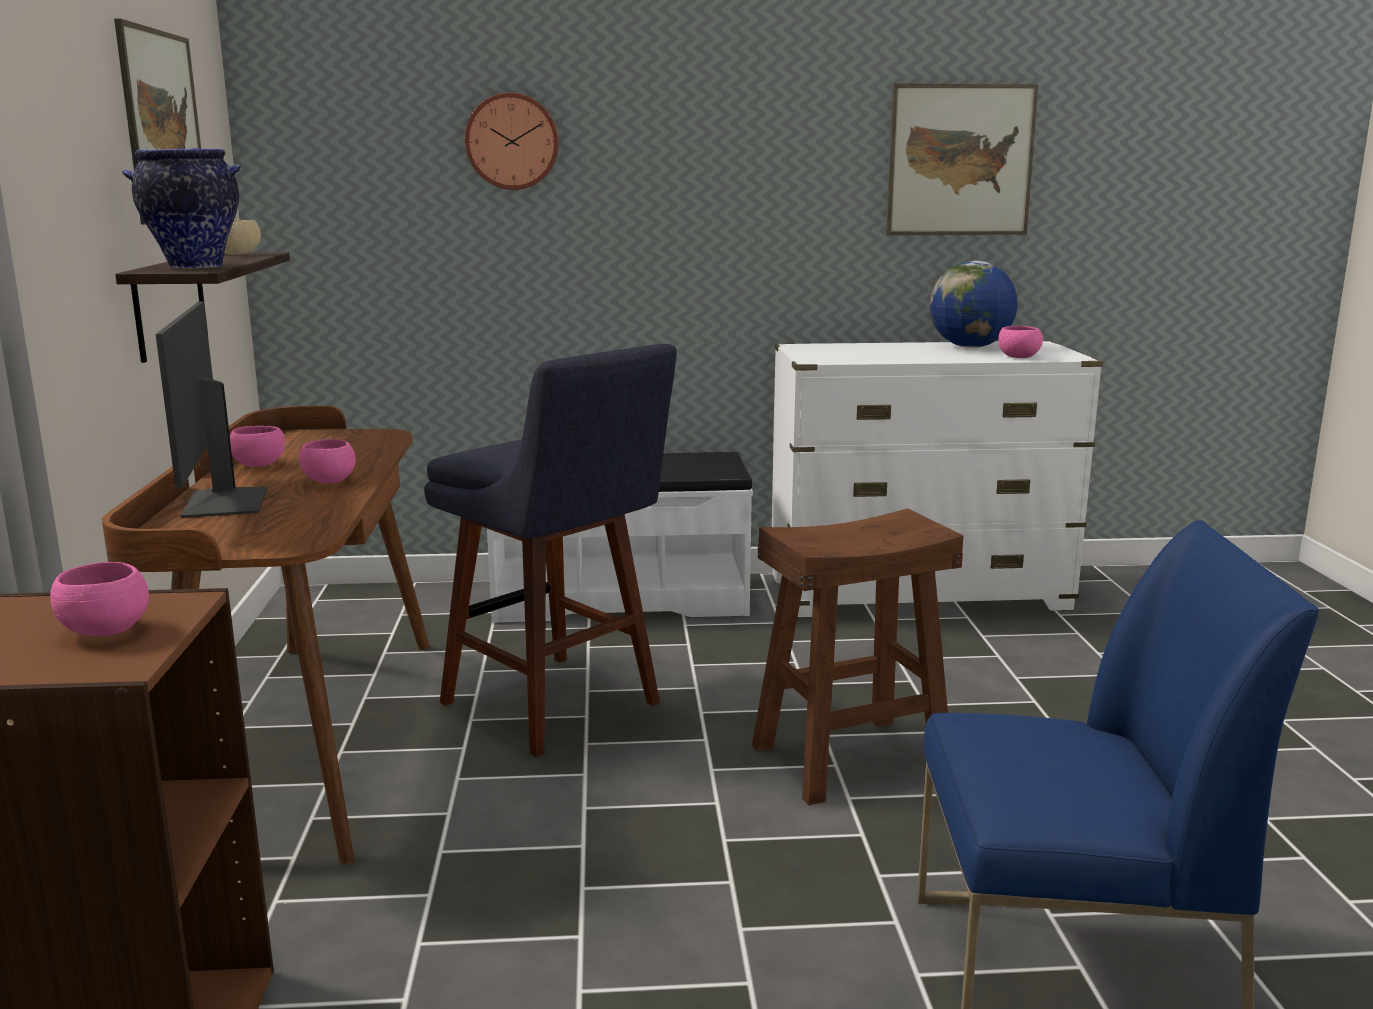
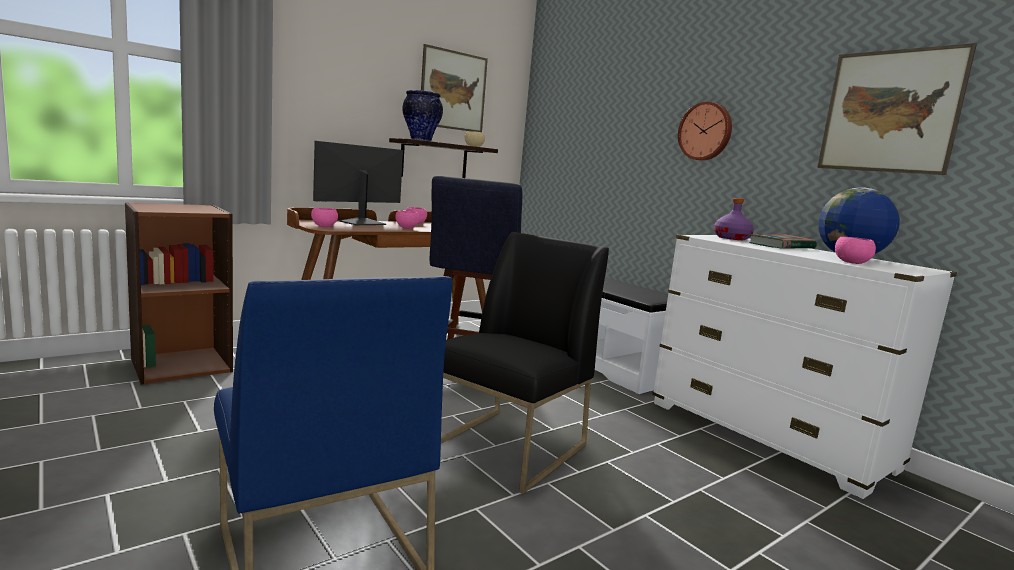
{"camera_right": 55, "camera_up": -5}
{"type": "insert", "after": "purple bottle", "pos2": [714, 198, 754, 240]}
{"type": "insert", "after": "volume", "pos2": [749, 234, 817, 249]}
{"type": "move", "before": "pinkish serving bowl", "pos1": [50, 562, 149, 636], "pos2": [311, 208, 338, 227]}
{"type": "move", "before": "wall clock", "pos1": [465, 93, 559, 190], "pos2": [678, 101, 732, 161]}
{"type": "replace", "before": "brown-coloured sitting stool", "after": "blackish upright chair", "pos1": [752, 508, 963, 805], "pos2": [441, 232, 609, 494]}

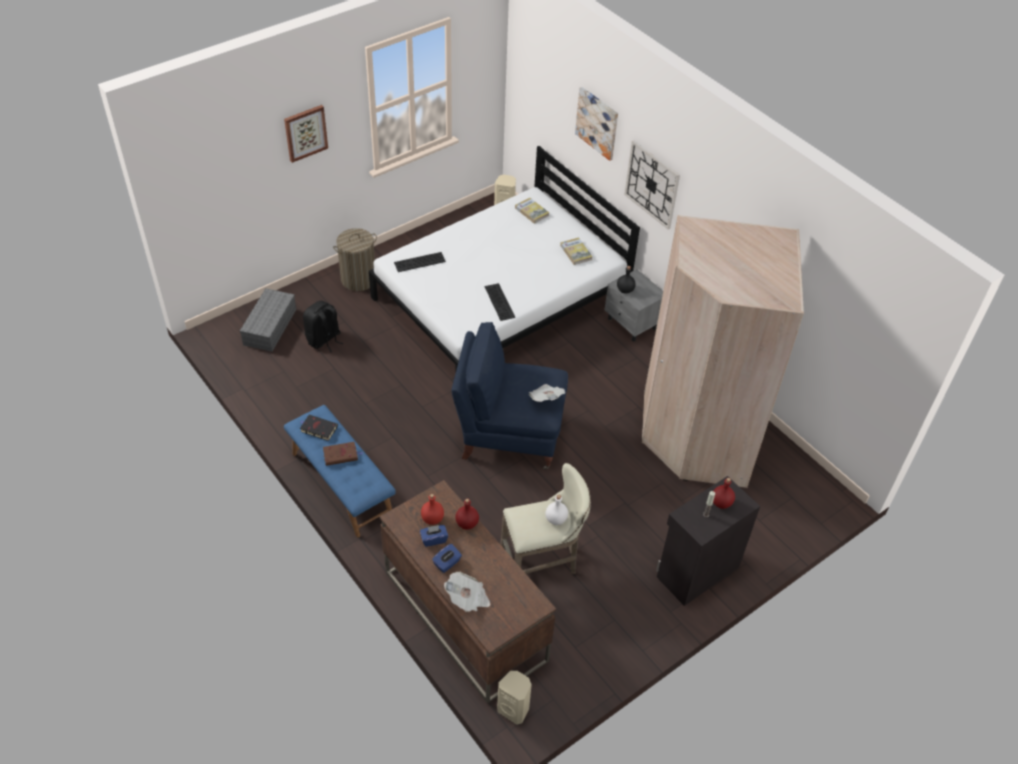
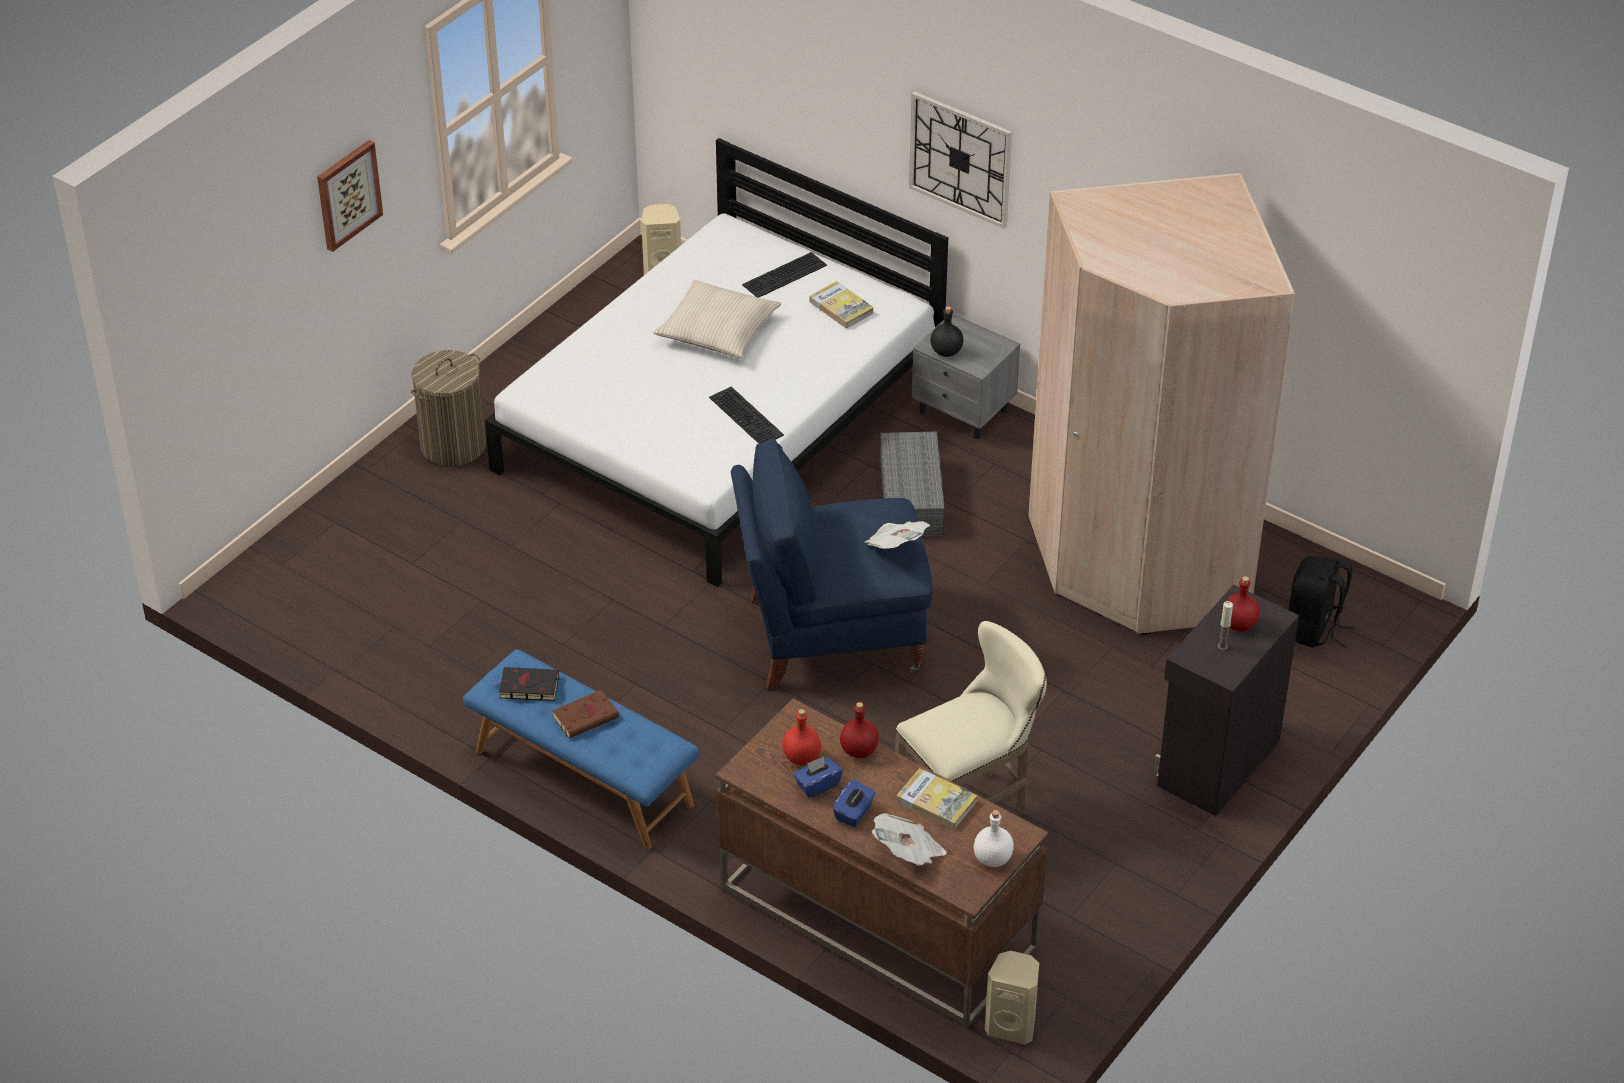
{"camera_right": -15, "camera_up": -5}
{"type": "delete", "before": "wall art", "pos1": [575, 87, 618, 161]}
{"type": "insert", "after": "beige cushion", "pos2": [653, 280, 781, 359]}
{"type": "move", "before": "greyish storage box", "pos1": [240, 288, 296, 352], "pos2": [880, 432, 945, 536]}
{"type": "move", "before": "blackish rucksack", "pos1": [303, 301, 343, 352], "pos2": [1288, 556, 1354, 648]}
{"type": "move", "before": "computer keyboard", "pos1": [394, 252, 446, 272], "pos2": [742, 252, 827, 298]}
{"type": "move", "before": "volume", "pos1": [515, 198, 549, 224], "pos2": [896, 768, 978, 829]}
{"type": "move", "before": "whitish bottle", "pos1": [545, 495, 568, 525], "pos2": [974, 810, 1014, 867]}

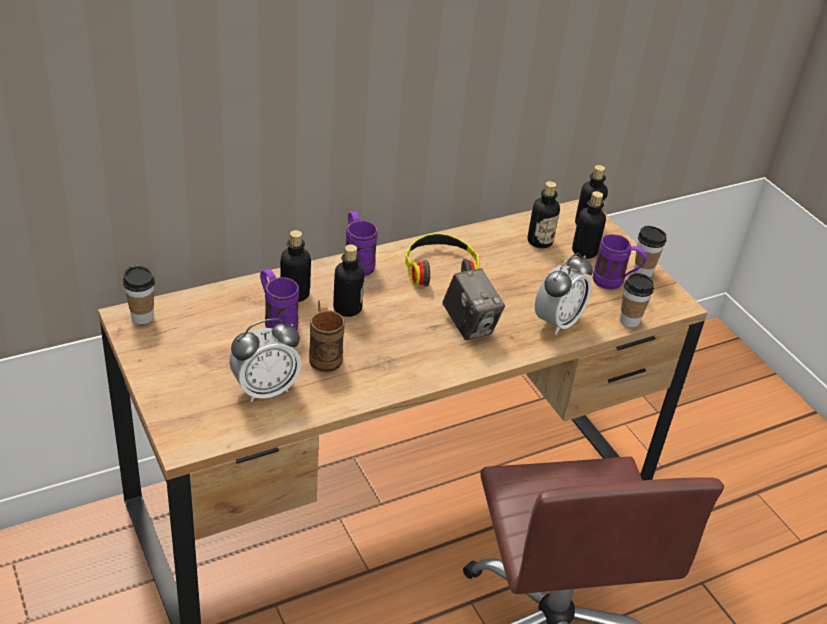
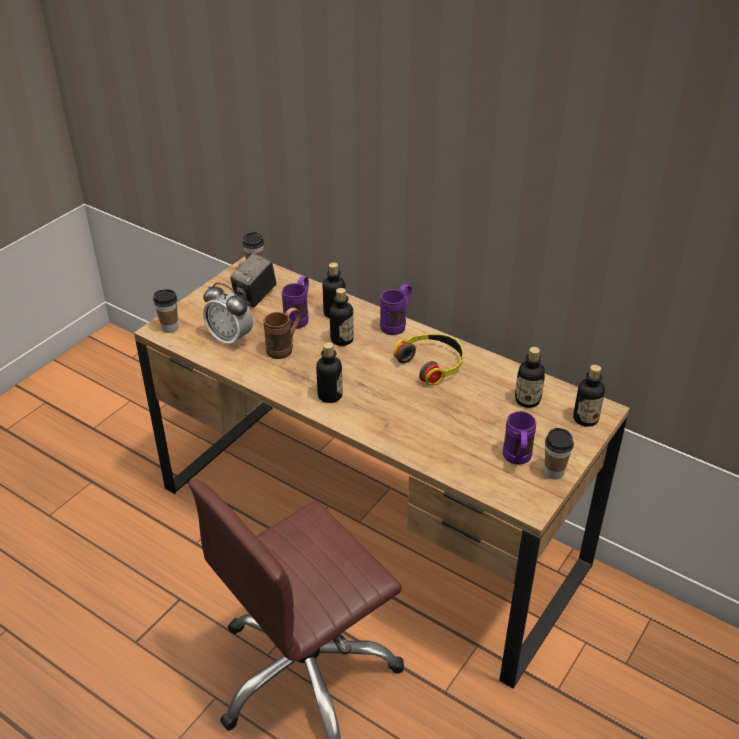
{"camera_right": 65, "camera_up": 0}
{"type": "delete", "before": "alarm clock", "pos1": [535, 253, 593, 335]}
{"type": "move", "before": "still camera", "pos1": [442, 268, 505, 340], "pos2": [230, 253, 276, 308]}
{"type": "move", "before": "bottle", "pos1": [572, 191, 606, 259], "pos2": [316, 342, 343, 403]}
{"type": "move", "before": "cup", "pos1": [620, 273, 654, 327], "pos2": [153, 289, 178, 333]}

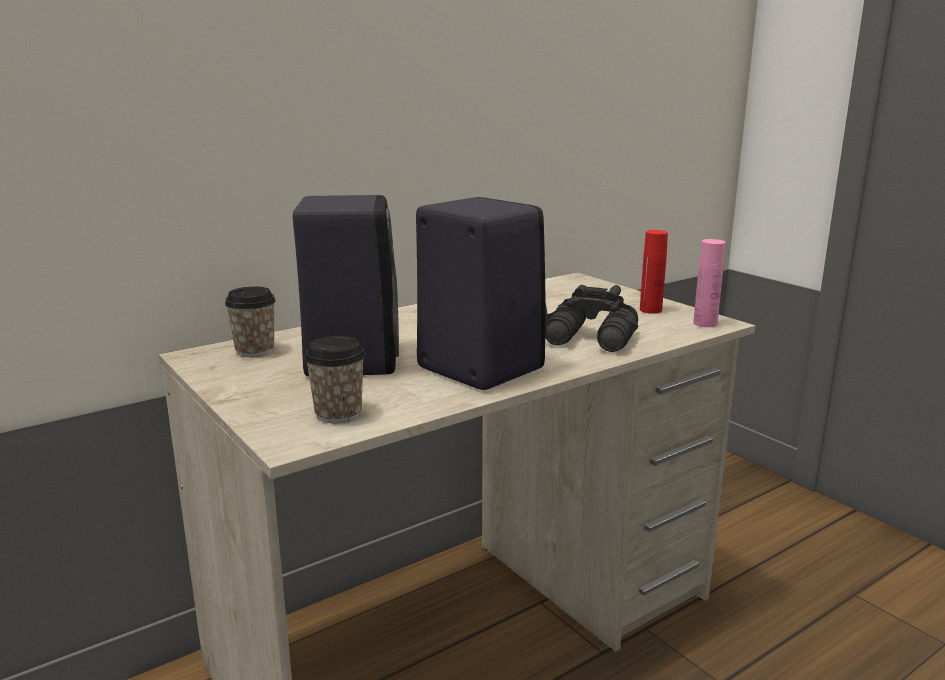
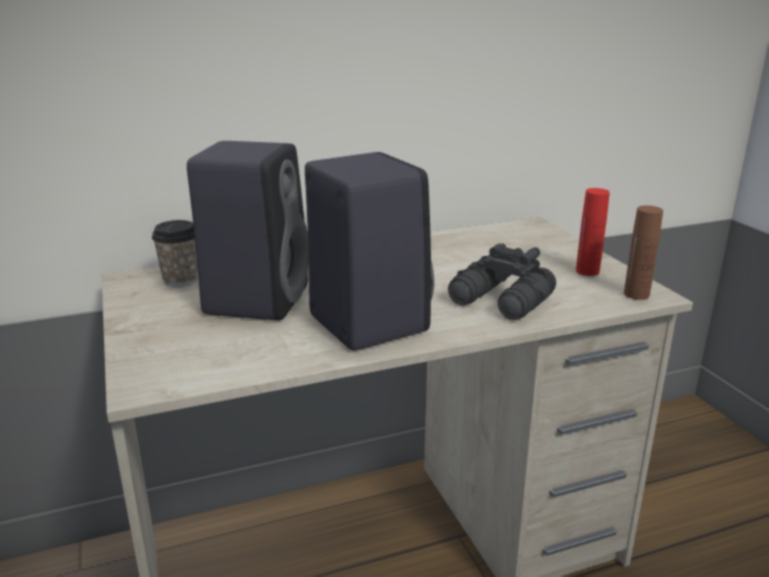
{"camera_right": 15, "camera_up": 5}
{"type": "delete", "before": "cup", "pos1": [304, 336, 365, 423]}
{"type": "recolor", "before": "pinkish bottle", "after": "brown-coloured bottle", "pos1": [693, 239, 726, 327], "pos2": [624, 205, 663, 300]}

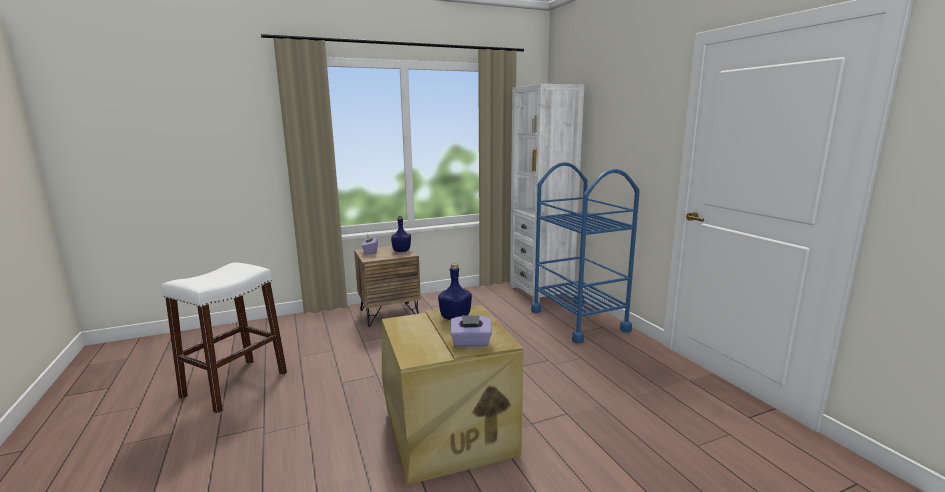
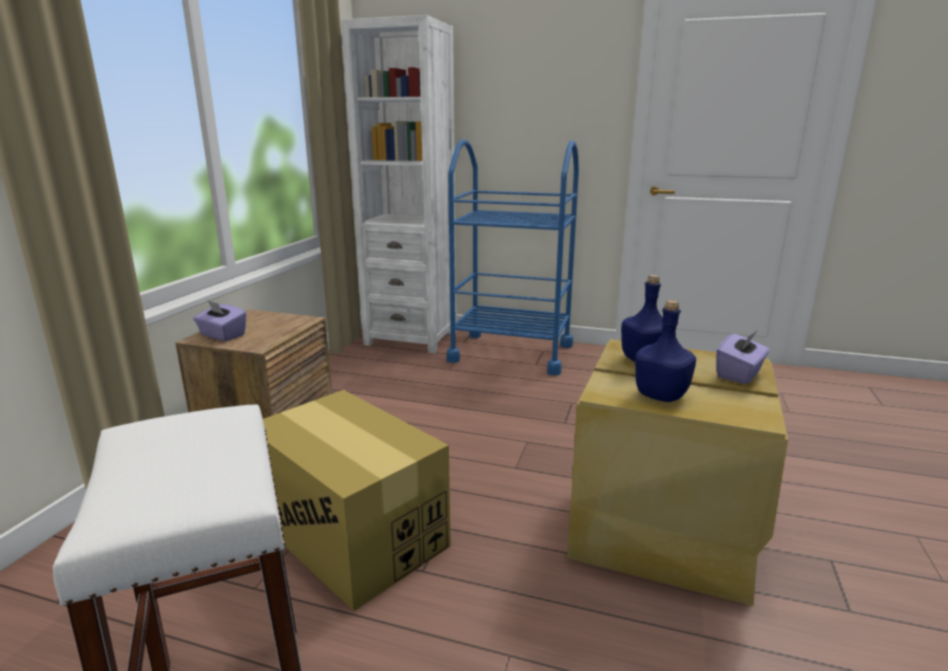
{"camera_right": -50, "camera_up": 5}
{"type": "insert", "after": "cardboard box", "pos2": [263, 390, 451, 611]}
{"type": "move", "before": "blue-coloured bottle", "pos1": [391, 216, 411, 252], "pos2": [635, 300, 696, 402]}

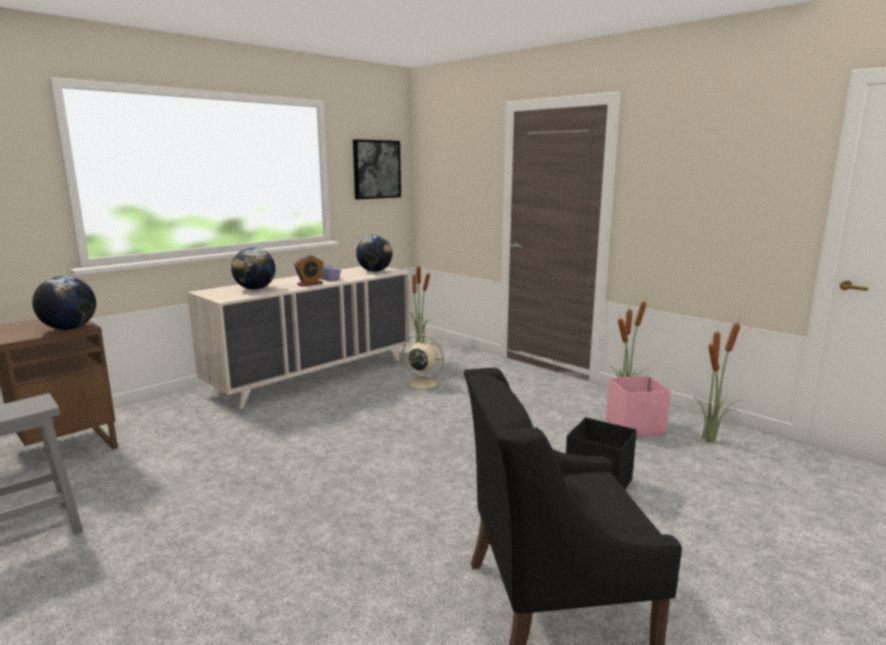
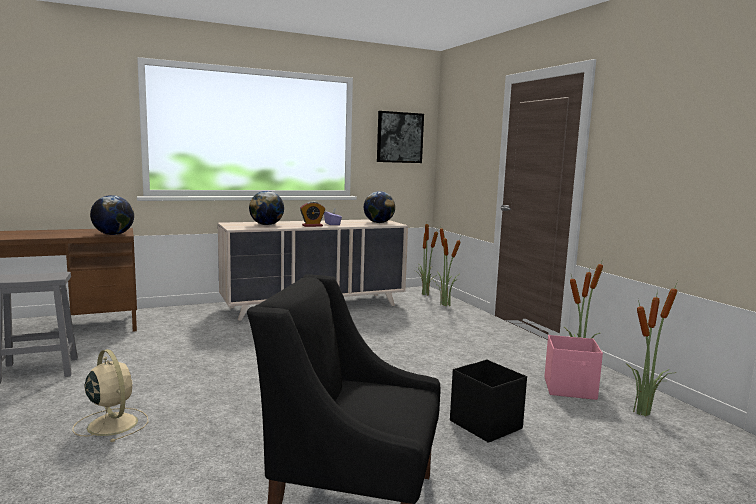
{"camera_right": 20, "camera_up": -5}
{"type": "insert", "after": "potted plant", "pos2": [432, 224, 461, 306]}
{"type": "move", "before": "beige cooling fan", "pos1": [399, 334, 445, 391], "pos2": [72, 349, 148, 442]}

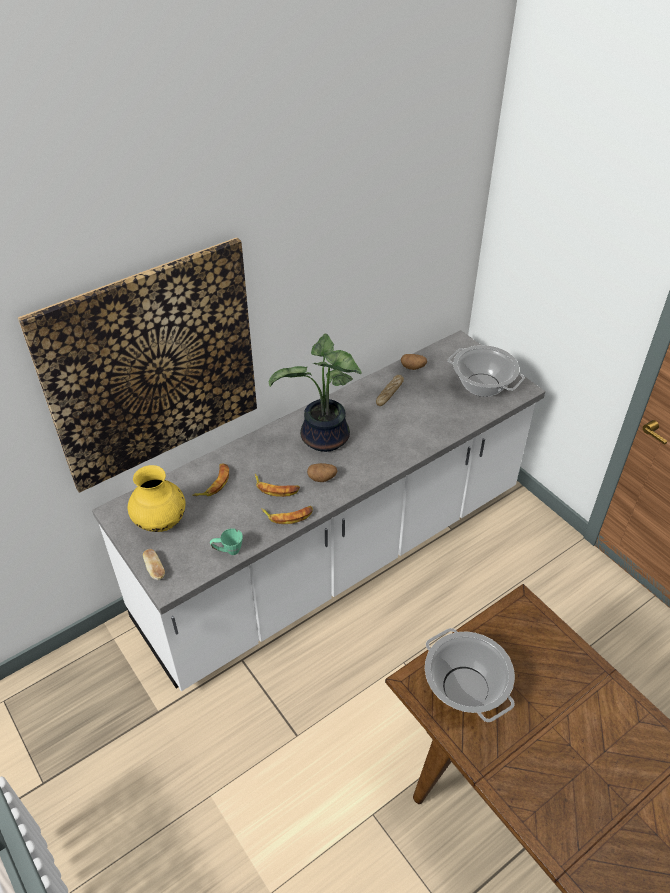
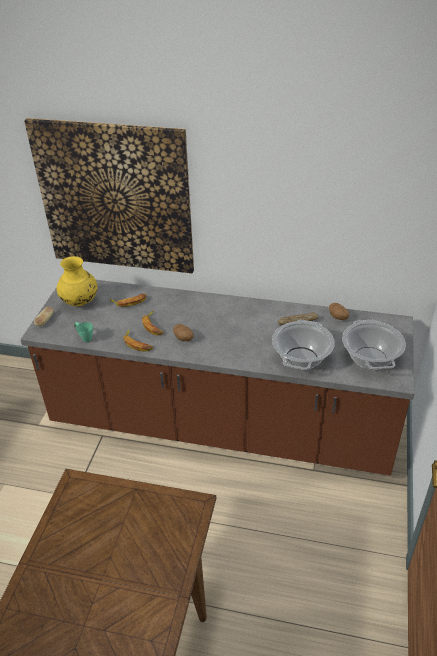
{"camera_right": 50, "camera_up": -5}
{"type": "delete", "before": "potted plant", "pos1": [269, 334, 362, 452]}
{"type": "move", "before": "cooking pot", "pos1": [425, 628, 515, 722], "pos2": [272, 320, 335, 370]}
{"type": "recolor", "before": "whitish kitchen counter", "after": "brown-coloured kitchen counter", "pos1": [92, 330, 545, 691], "pos2": [20, 280, 414, 476]}

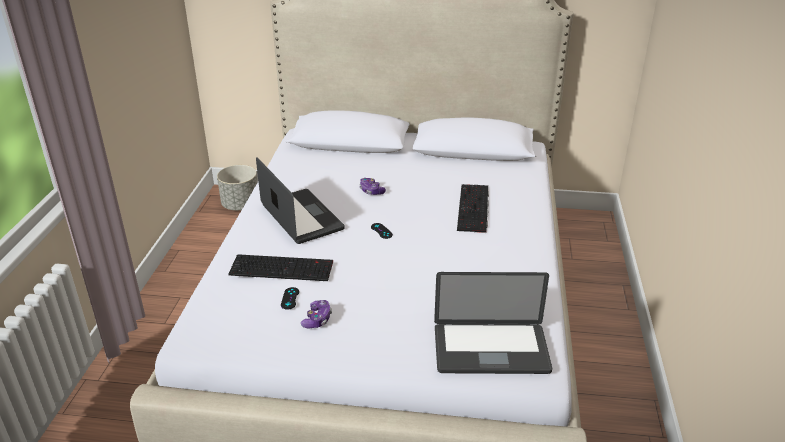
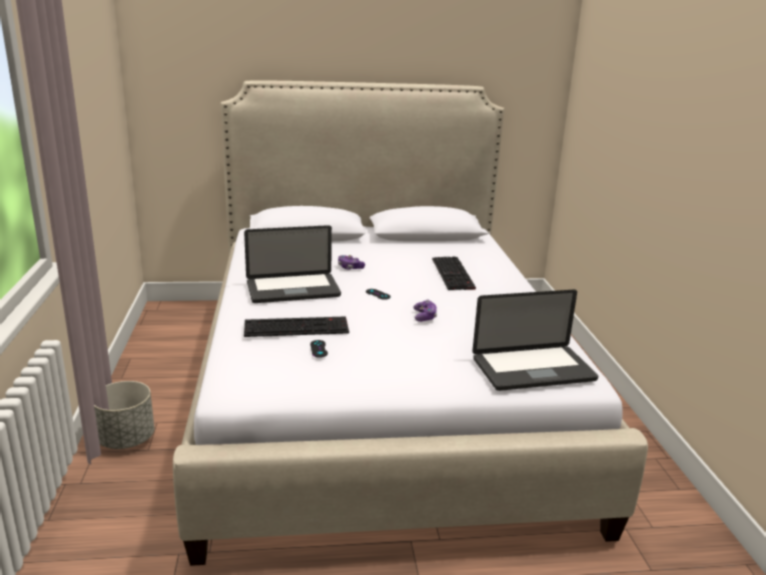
{"camera_right": -15, "camera_up": -10}
{"type": "move", "before": "greyish planter", "pos1": [217, 165, 258, 210], "pos2": [94, 381, 154, 449]}
{"type": "move", "before": "joypad", "pos1": [301, 300, 332, 328], "pos2": [414, 300, 437, 322]}
{"type": "rotate", "before": "laptop", "pos1": [256, 157, 344, 244], "pos2": [244, 225, 341, 303], "turn": 120}

